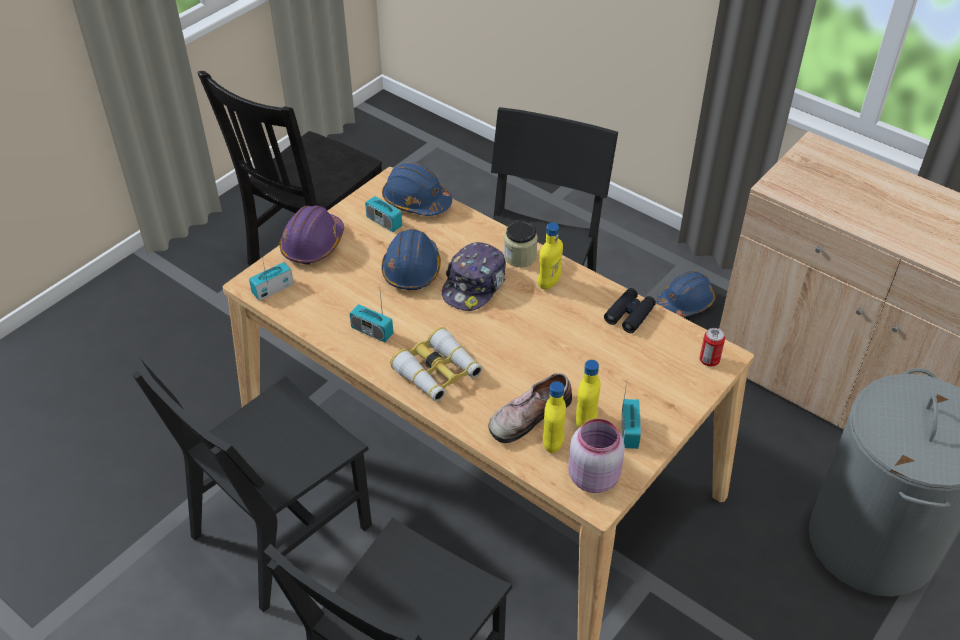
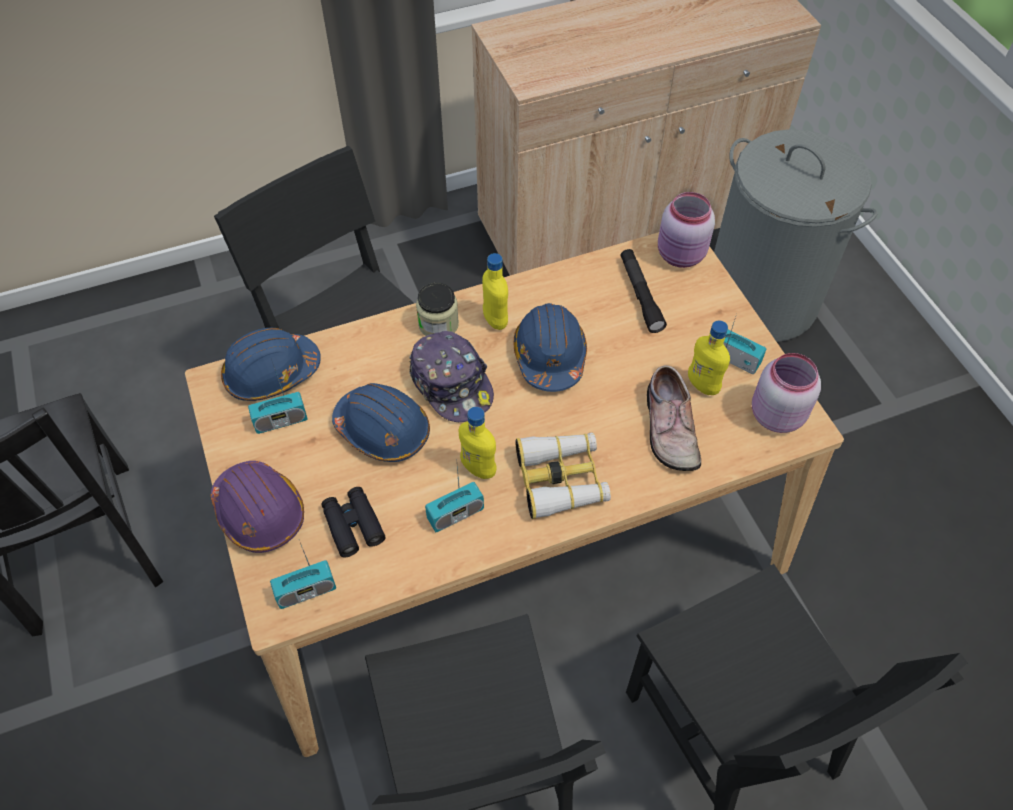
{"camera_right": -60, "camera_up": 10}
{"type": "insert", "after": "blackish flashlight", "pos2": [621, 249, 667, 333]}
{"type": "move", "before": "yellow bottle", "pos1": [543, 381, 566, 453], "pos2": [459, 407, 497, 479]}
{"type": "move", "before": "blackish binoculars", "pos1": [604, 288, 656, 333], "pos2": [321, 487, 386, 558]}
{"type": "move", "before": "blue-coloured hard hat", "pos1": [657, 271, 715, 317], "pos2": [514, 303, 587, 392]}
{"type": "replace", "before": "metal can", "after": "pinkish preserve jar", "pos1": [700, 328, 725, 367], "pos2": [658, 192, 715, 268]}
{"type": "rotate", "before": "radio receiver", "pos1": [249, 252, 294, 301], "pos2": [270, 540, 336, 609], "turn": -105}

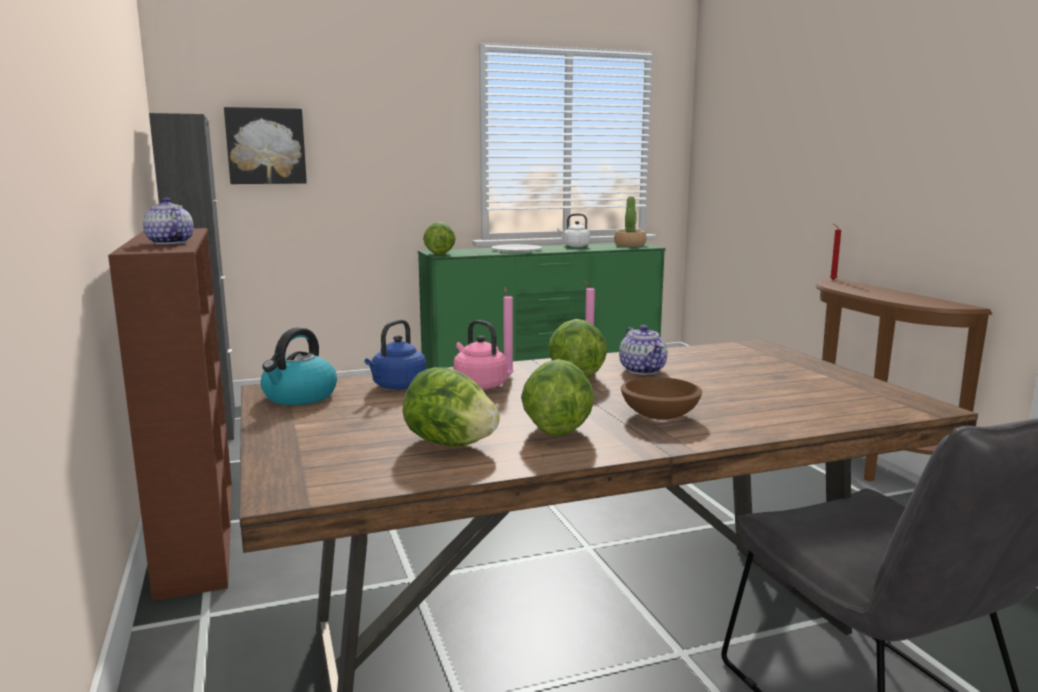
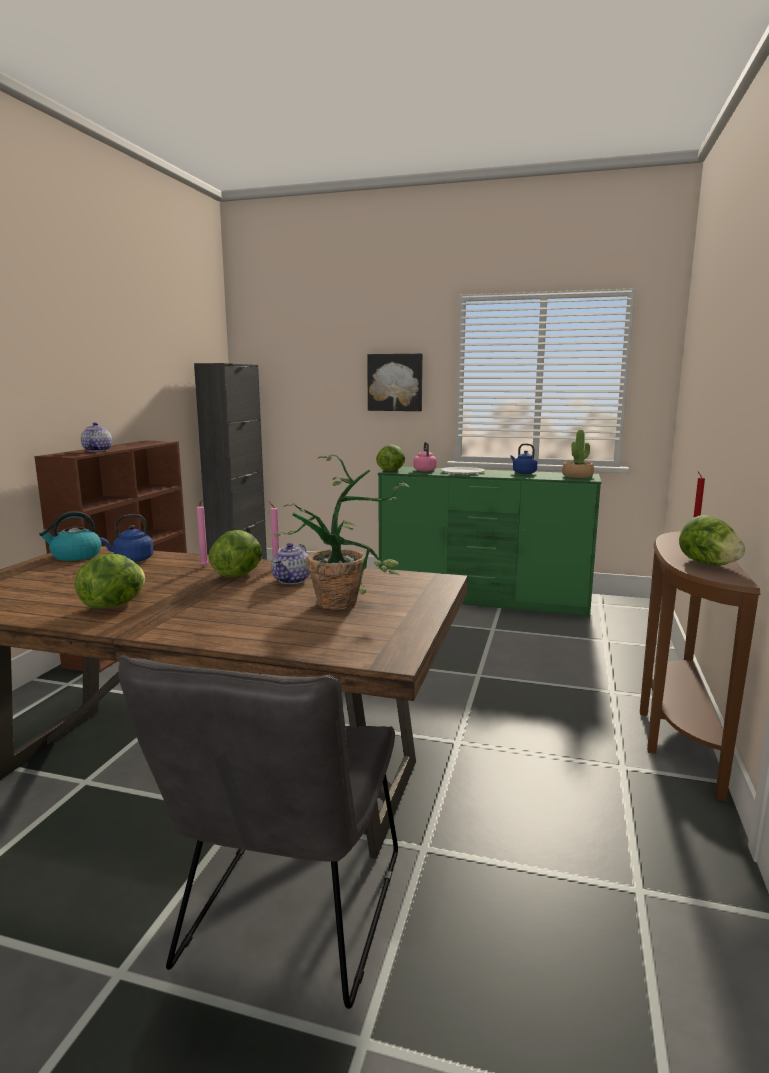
{"camera_right": 35, "camera_up": 0}
{"type": "delete", "before": "brown-coloured serving bowl", "pos1": [621, 377, 702, 420]}
{"type": "insert", "after": "potted plant", "pos2": [274, 455, 410, 610]}
{"type": "move", "before": "wall art", "pos1": [224, 107, 307, 184], "pos2": [367, 354, 423, 411]}
{"type": "move", "before": "lettuce", "pos1": [403, 367, 500, 447], "pos2": [679, 515, 745, 566]}
{"type": "move", "before": "pinkish kettle", "pos1": [453, 320, 507, 390], "pos2": [414, 442, 437, 472]}
{"type": "recolor", "before": "whitish kettle", "after": "blue-coloured kettle", "pos1": [557, 214, 590, 247], "pos2": [510, 444, 538, 474]}

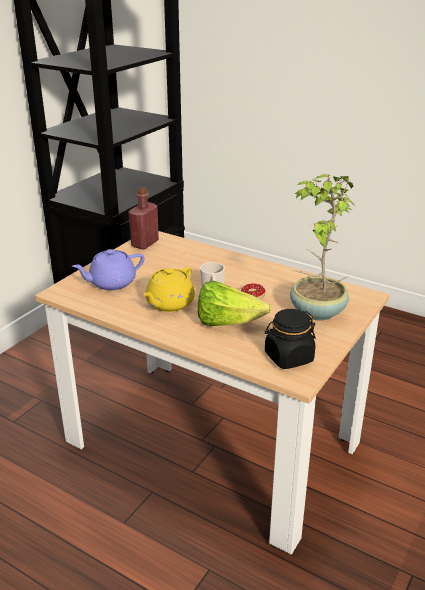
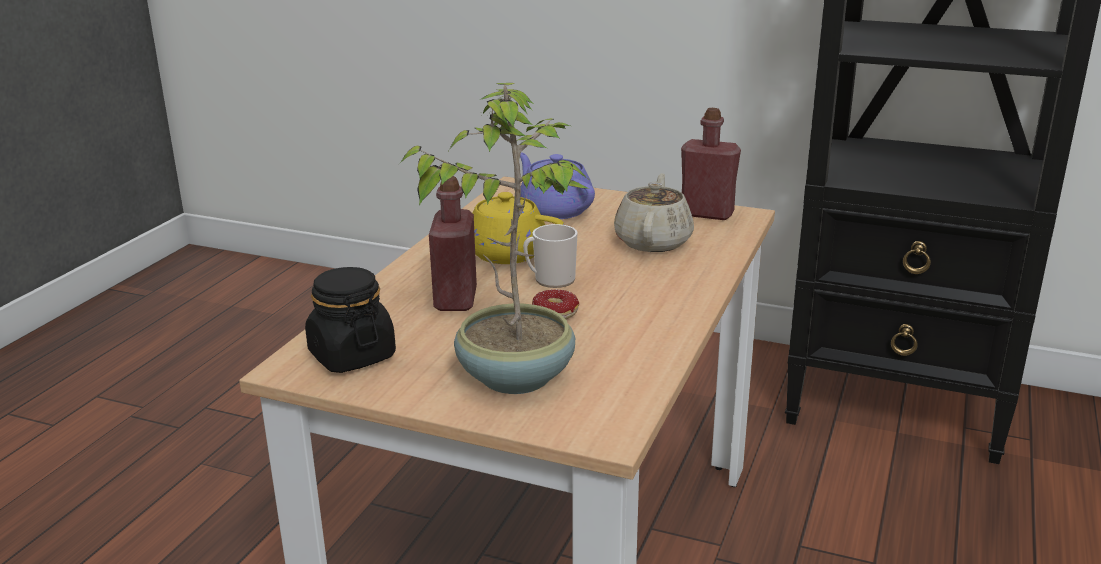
{"camera_right": 80, "camera_up": -5}
{"type": "insert", "after": "beige teapot", "pos2": [614, 173, 694, 252]}
{"type": "replace", "before": "lettuce", "after": "reddish bottle", "pos1": [198, 281, 271, 326], "pos2": [429, 176, 477, 311]}

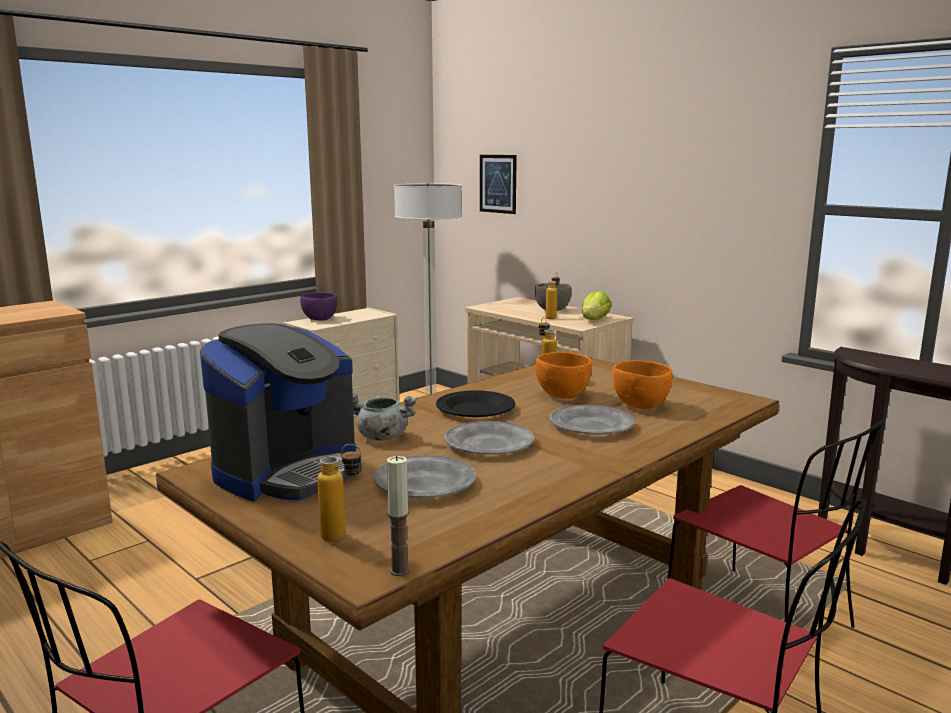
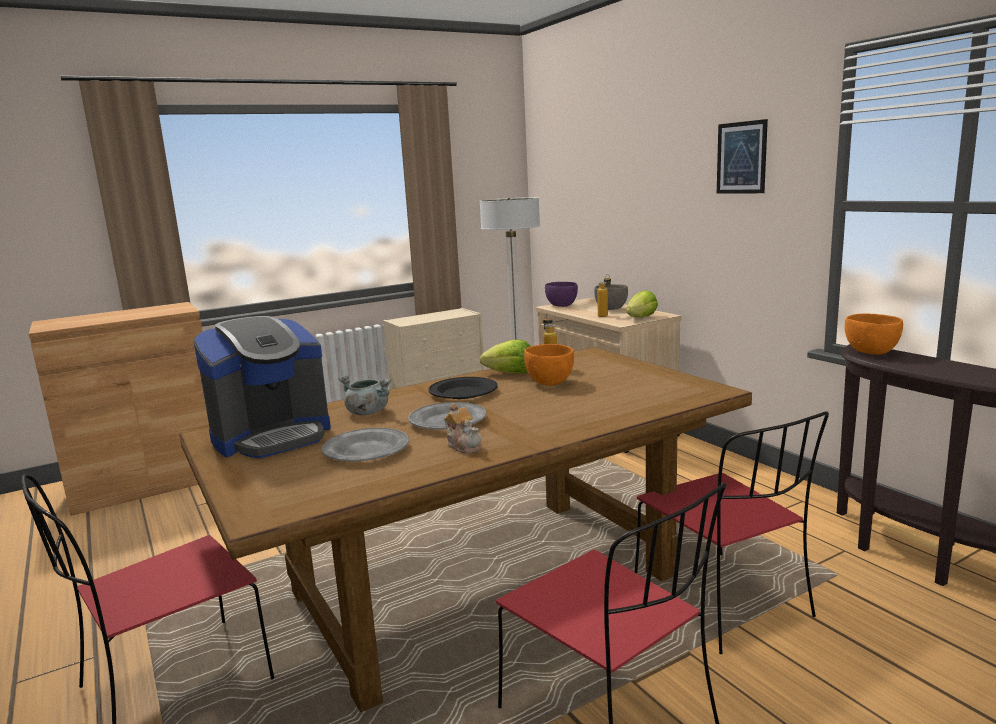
{"camera_right": 15, "camera_up": 0}
{"type": "delete", "before": "bottle", "pos1": [317, 444, 362, 542]}
{"type": "delete", "before": "wax candle", "pos1": [387, 456, 410, 576]}
{"type": "delete", "before": "greyish flat dish", "pos1": [550, 405, 635, 434]}
{"type": "insert", "after": "teapot", "pos2": [444, 403, 482, 454]}
{"type": "insert", "after": "lettuce", "pos2": [480, 340, 531, 374]}
{"type": "move", "before": "purple serving bowl", "pos1": [300, 292, 337, 321], "pos2": [545, 282, 578, 307]}
{"type": "move", "before": "wall art", "pos1": [480, 155, 517, 214], "pos2": [717, 119, 768, 194]}
{"type": "move", "before": "orange-coloured serving bowl", "pos1": [612, 360, 672, 409], "pos2": [845, 314, 903, 355]}

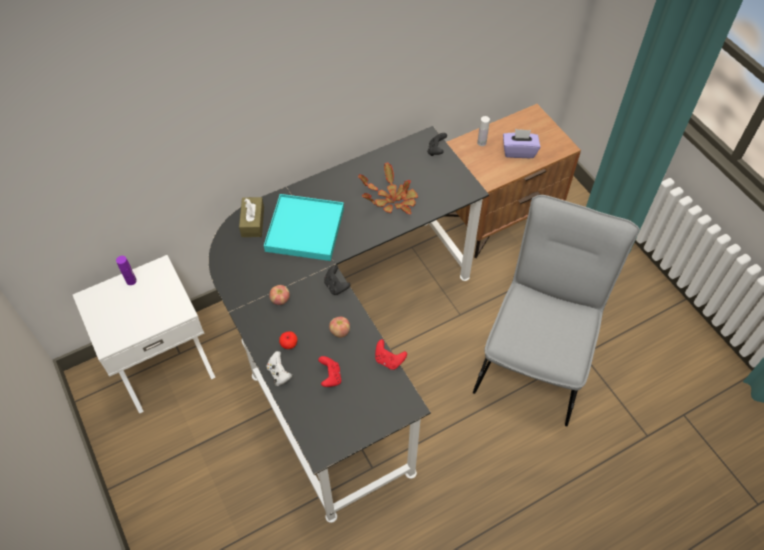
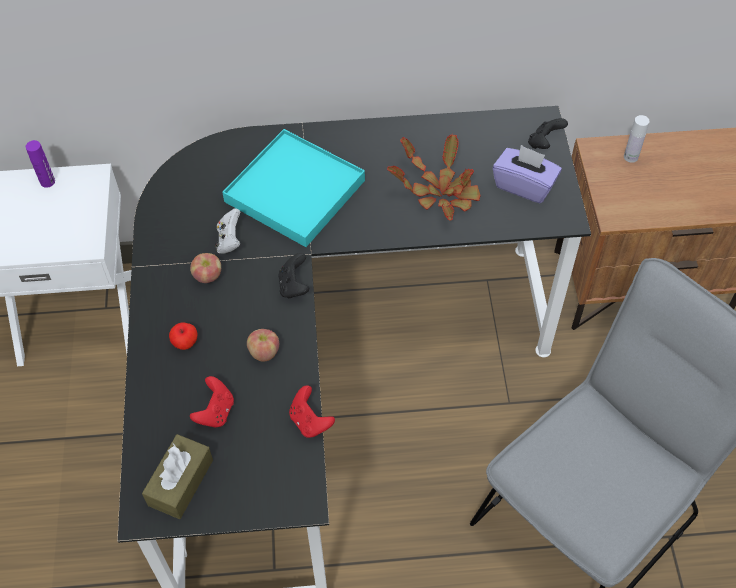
{"camera_right": 25, "camera_up": 0}
{"type": "move", "before": "brown-coloured box of tissues", "pos1": [239, 197, 264, 237], "pos2": [142, 434, 213, 519]}
{"type": "move", "before": "whitish joypad", "pos1": [266, 351, 292, 386], "pos2": [215, 208, 240, 254]}
{"type": "move", "before": "purple box of tissues", "pos1": [503, 129, 540, 158], "pos2": [493, 145, 562, 203]}

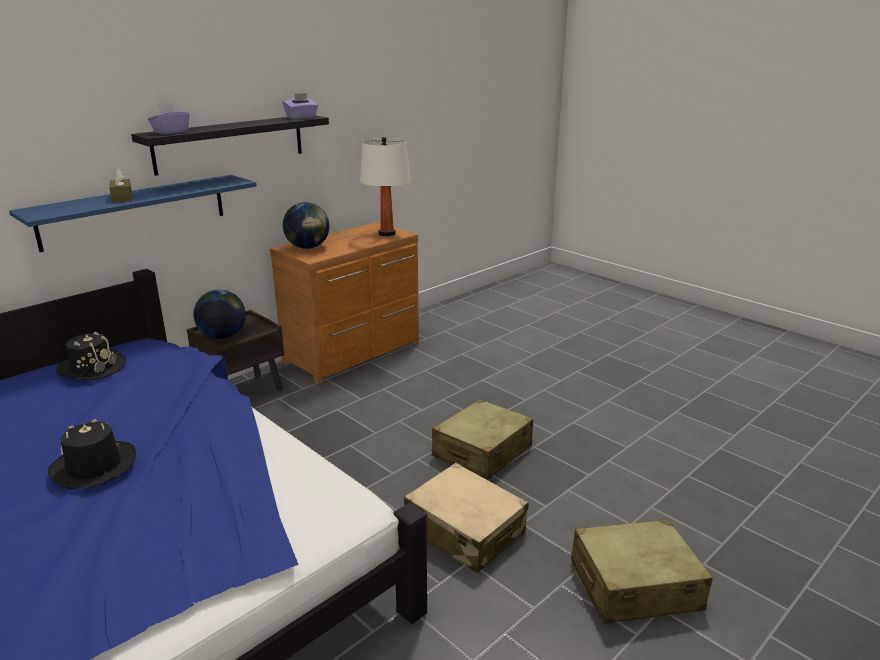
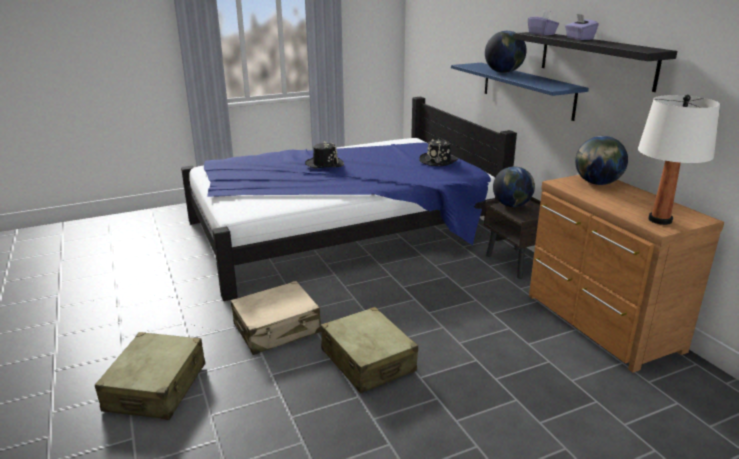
{"camera_right": 110, "camera_up": 0}
{"type": "move", "before": "purple box of tissues", "pos1": [283, 93, 318, 119], "pos2": [565, 14, 599, 40]}
{"type": "replace", "before": "brown-coloured box of tissues", "after": "globe", "pos1": [109, 168, 132, 203], "pos2": [485, 31, 527, 73]}

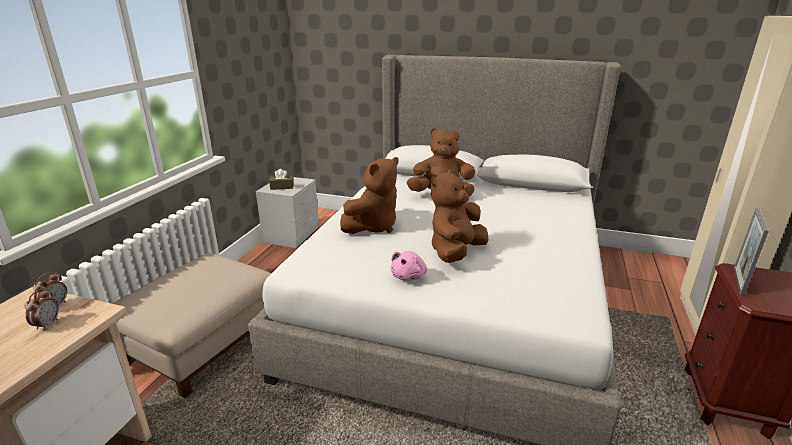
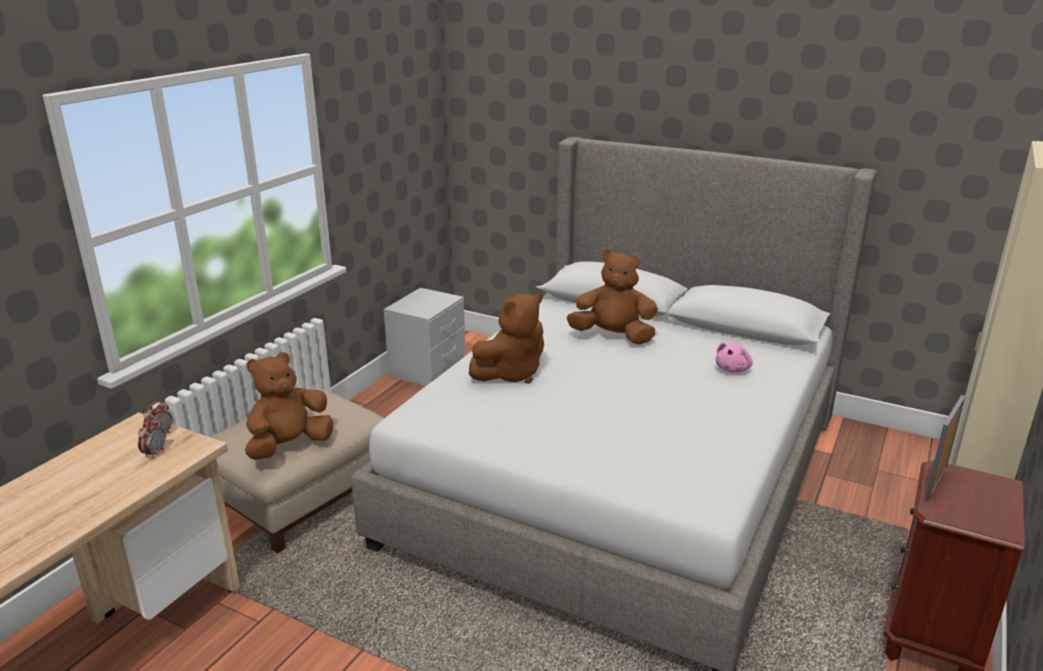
{"camera_right": 10, "camera_up": 0}
{"type": "delete", "before": "brown-coloured box of tissues", "pos1": [269, 169, 294, 190]}
{"type": "move", "before": "pinkish cuddly toy", "pos1": [391, 251, 427, 281], "pos2": [715, 342, 753, 372]}
{"type": "move", "before": "brown-coloured cuddly toy", "pos1": [431, 169, 489, 263], "pos2": [245, 352, 333, 460]}

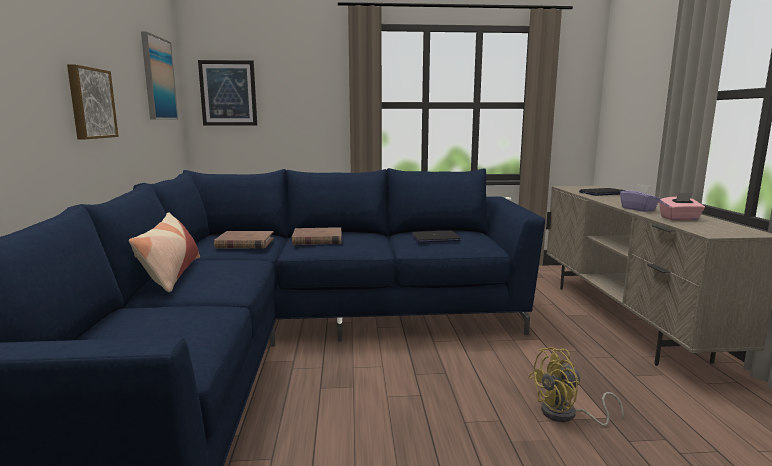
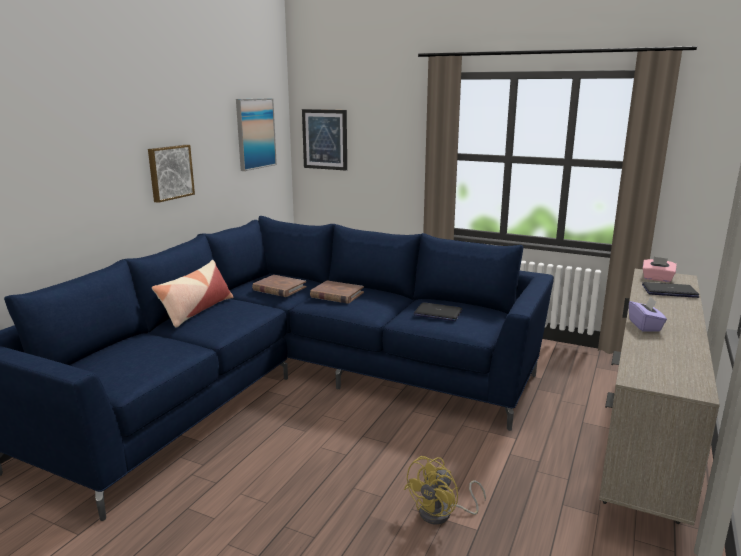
{"camera_right": 30, "camera_up": 5}
{"type": "move", "before": "pinkish box of tissues", "pos1": [659, 192, 705, 221], "pos2": [643, 257, 677, 282]}
{"type": "rotate", "before": "yellow cooling fan", "pos1": [528, 347, 624, 426], "pos2": [404, 456, 486, 525], "turn": -60}

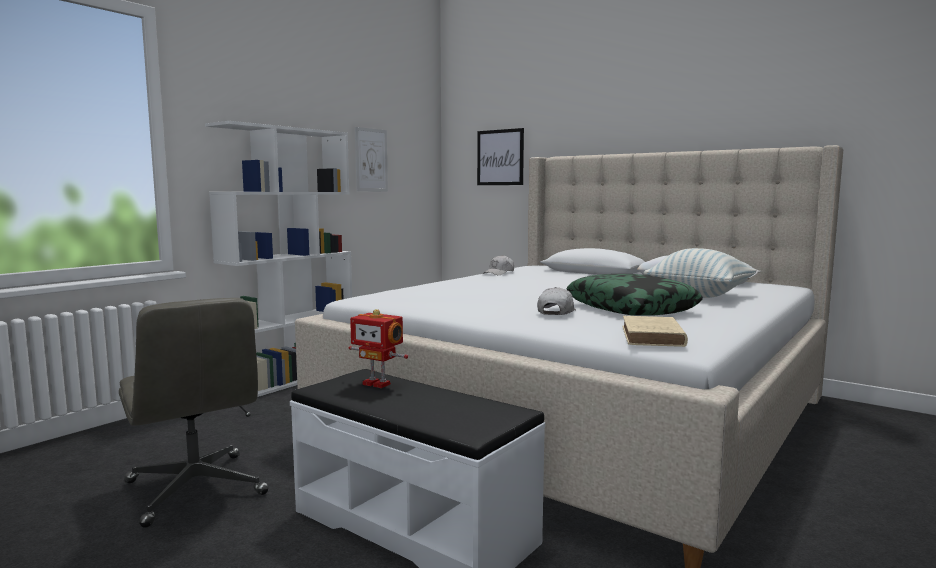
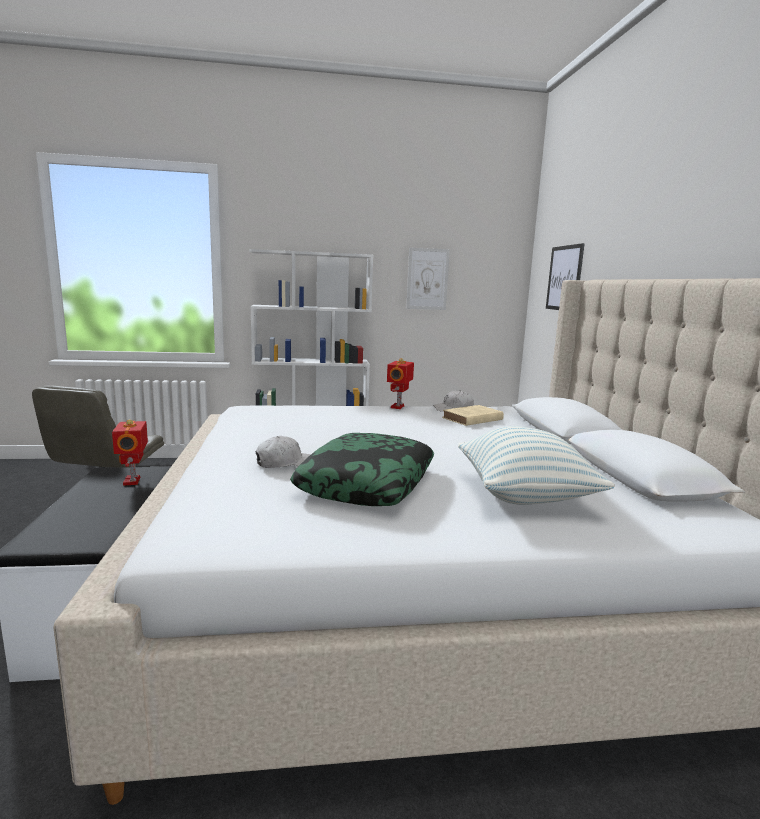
{"camera_right": 45, "camera_up": 5}
{"type": "insert", "after": "model robot", "pos2": [387, 358, 414, 409]}
{"type": "move", "before": "beige volume", "pos1": [622, 316, 688, 347], "pos2": [442, 405, 504, 426]}

